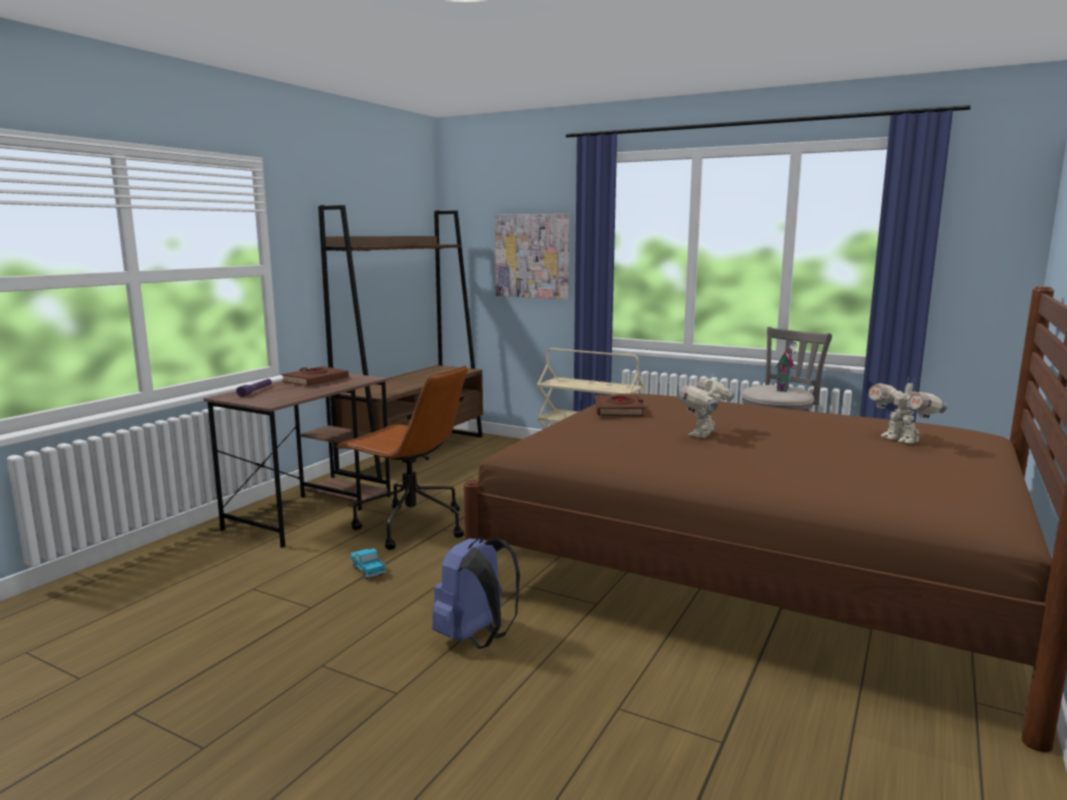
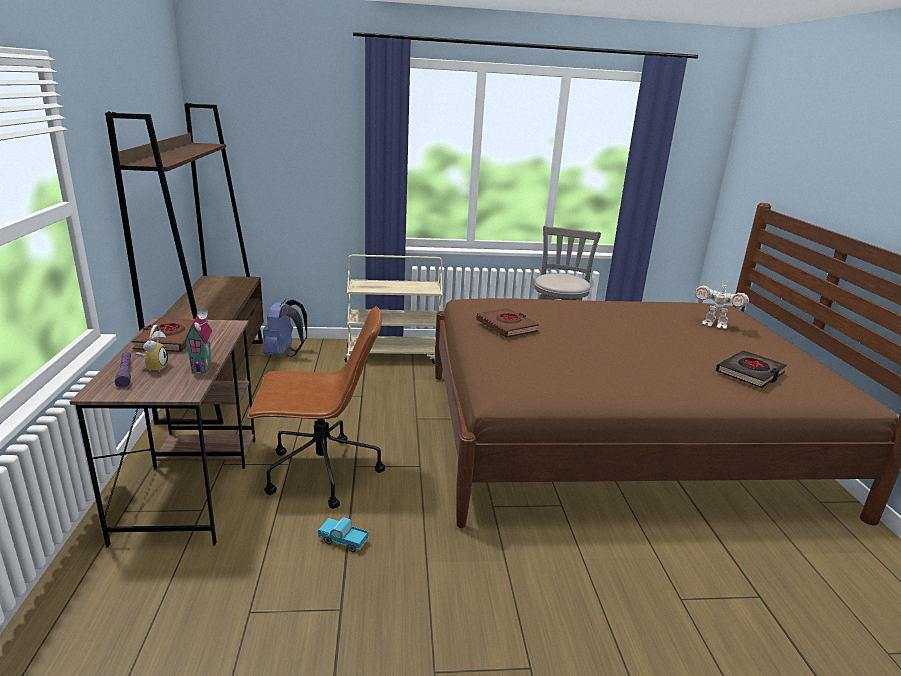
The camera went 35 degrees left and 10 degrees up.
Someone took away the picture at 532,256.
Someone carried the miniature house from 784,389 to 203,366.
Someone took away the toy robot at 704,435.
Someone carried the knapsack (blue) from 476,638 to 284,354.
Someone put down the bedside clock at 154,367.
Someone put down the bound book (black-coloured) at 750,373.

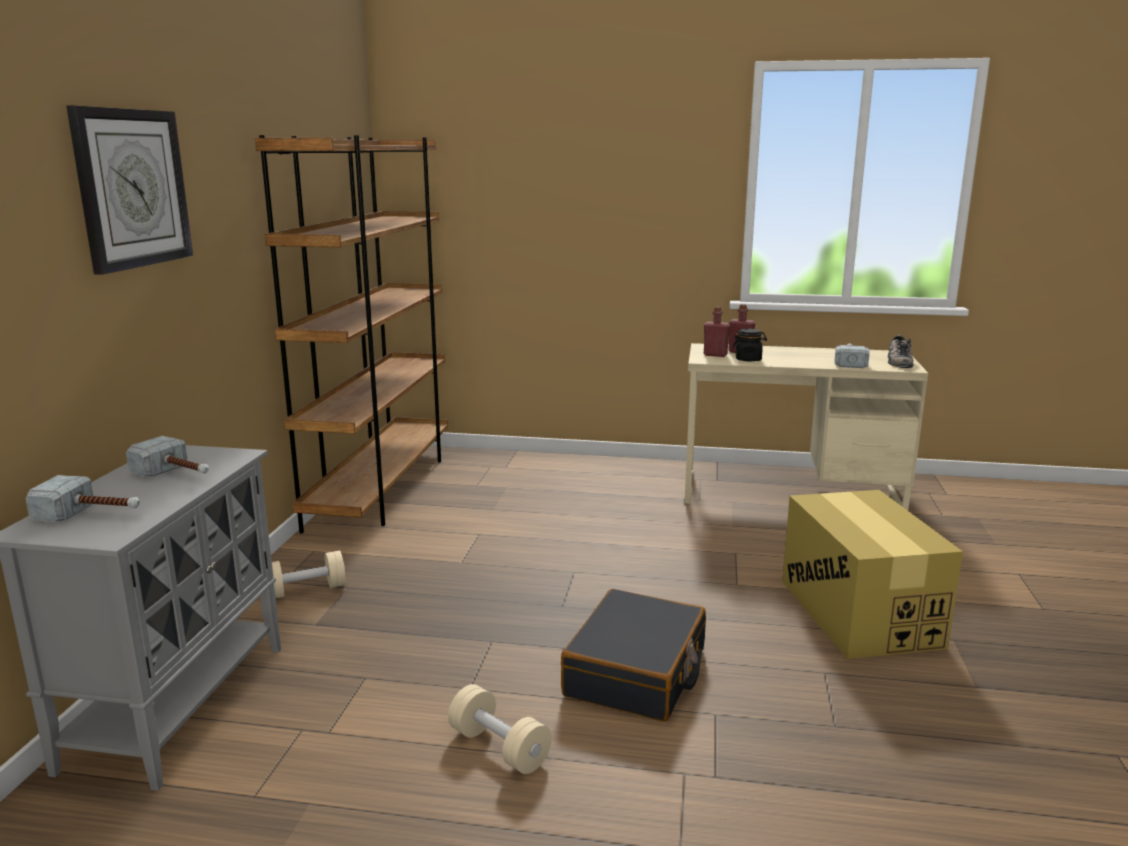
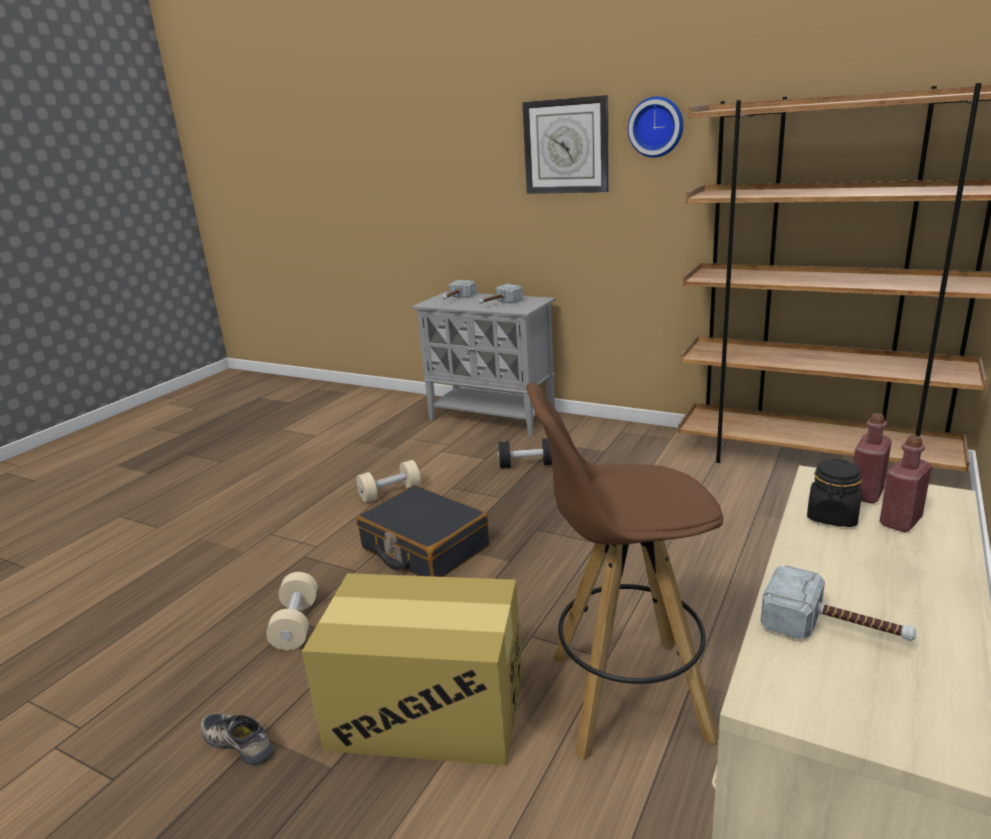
The camera went 110 degrees right and 5 degrees up.
Someone carried the low shoe from 898,361 to 240,741.
Someone carried the free weight (beige-coloured) from 306,590 to 296,624.
Someone put up the hanging clock at 656,127.
Someone put down the stool seat (brown-coloured) at 625,696.
Someone put down the free weight (black-coloured) at 527,465.

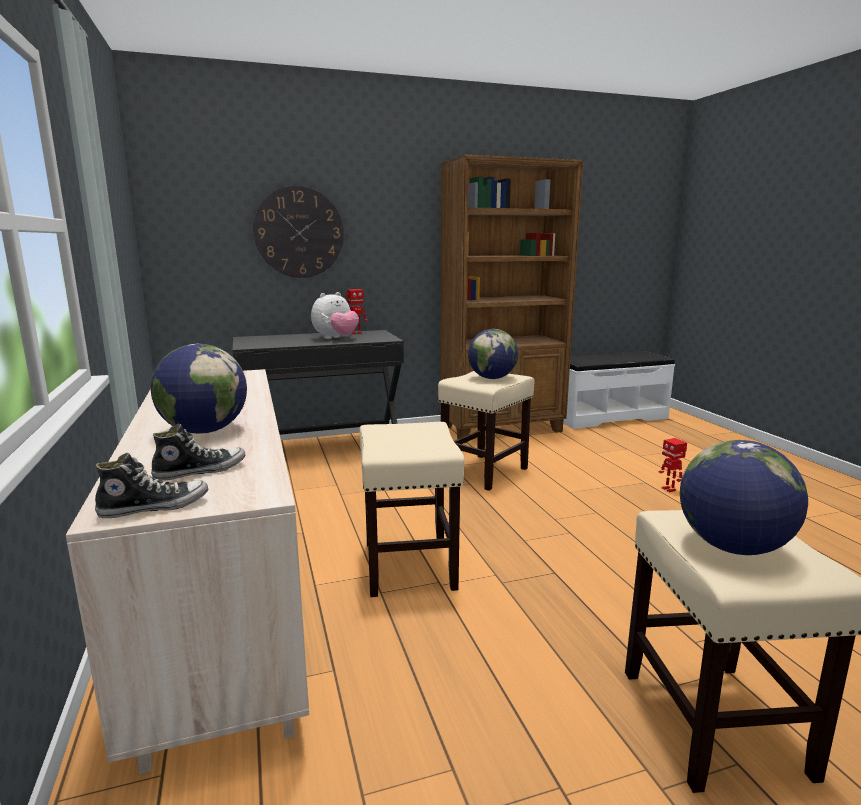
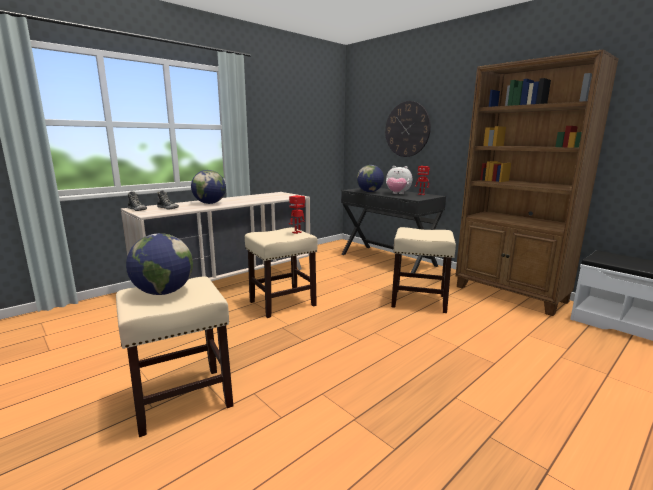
The camera went 65 degrees right and 0 degrees up.
Someone carried the desk globe from 492,378 to 369,192.
Someone carried the toy robot from 669,489 to 297,232.

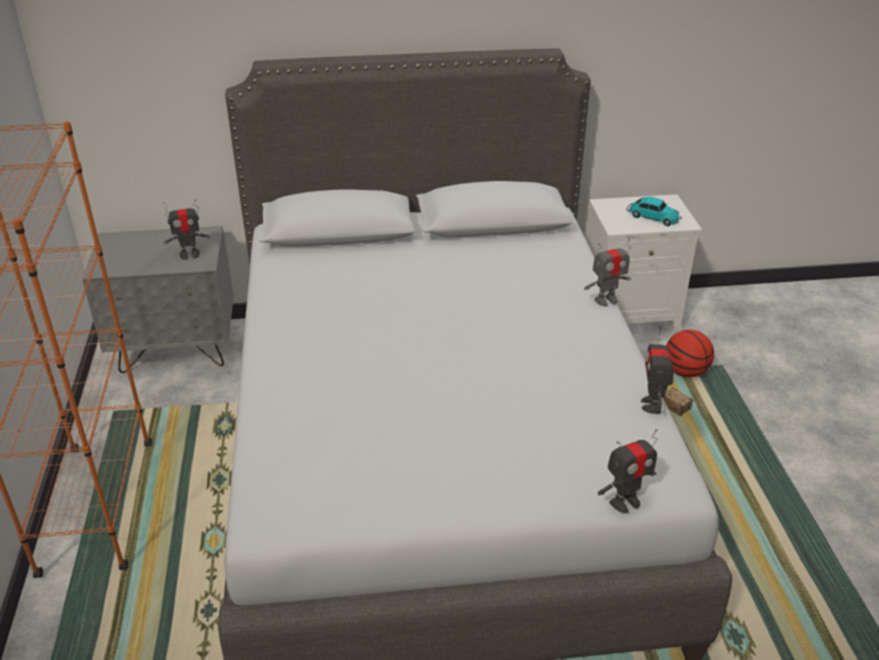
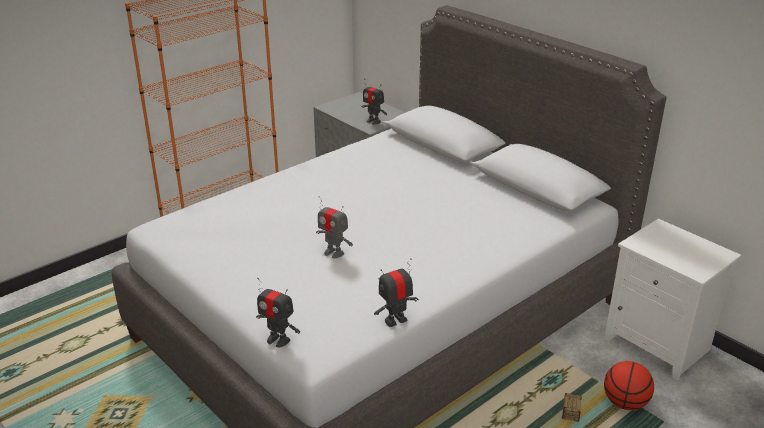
The camera went 55 degrees right and 5 degrees down.
Someone took away the miniature car at 652,217.
Someone carried the toy robot from 606,300 to 334,253.

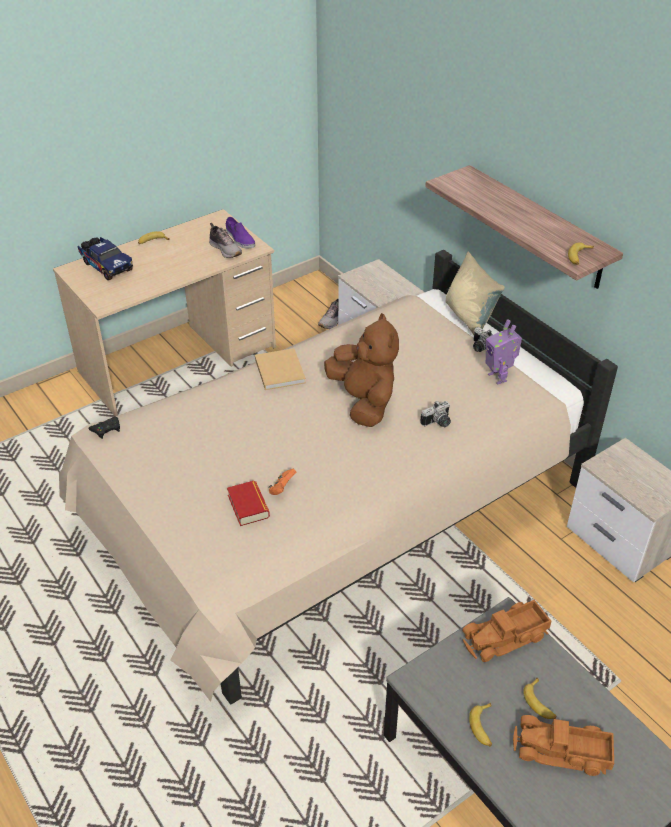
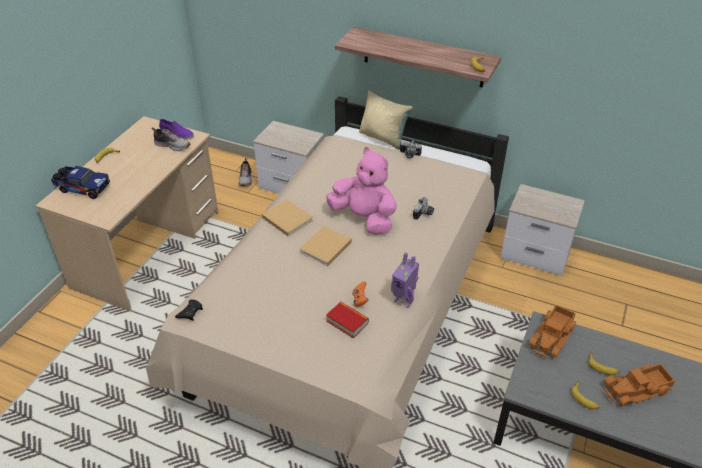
The camera went 30 degrees left and 0 degrees up.
Someone repainted the soft toy (brown-coloured) at 364,402, which became the soft toy (pink) at 364,218.
Someone carried the toy robot from 498,377 to 404,300.
Someone put down the bound book (beige-coloured) at 324,248.

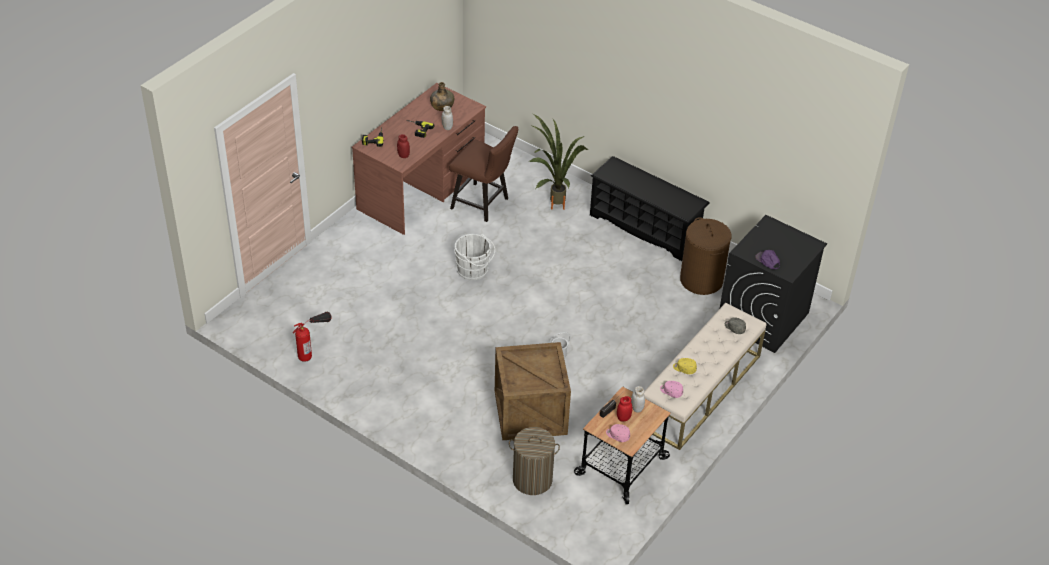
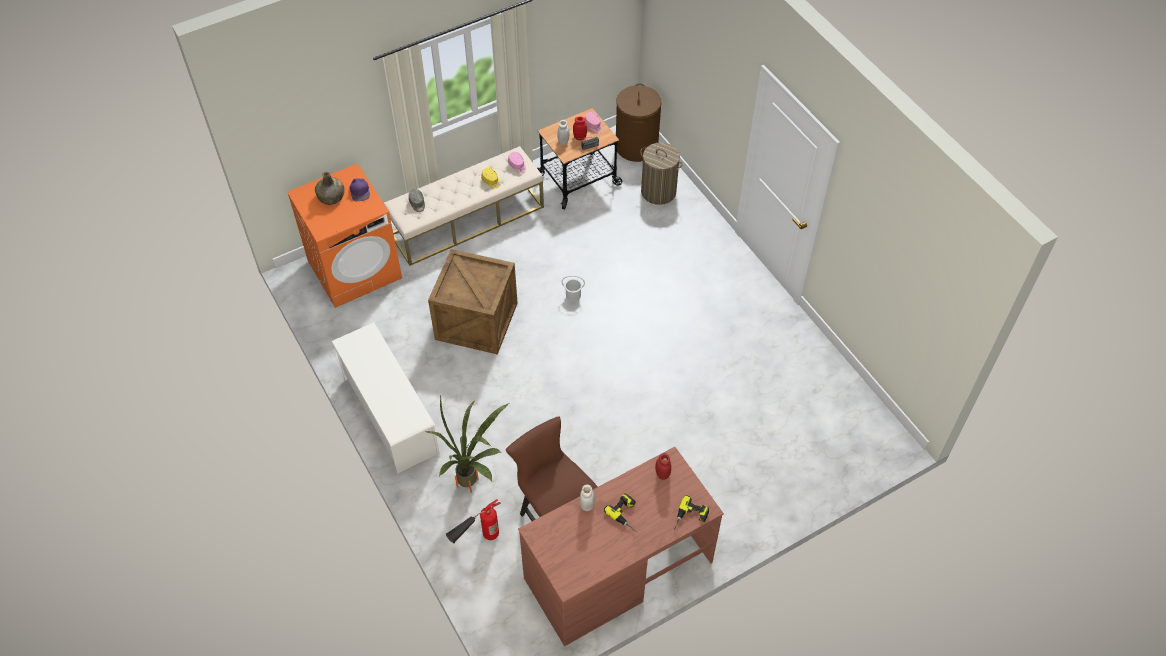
The camera went 155 degrees left and 10 degrees up.
Someone carried the bottle (green) from 442,106 to 331,197.
Someone repainted the shoe rack (black-coloured) at 645,228, which became the shoe rack (white-coloured) at 390,415.
Someone repainted the washing machine (black-coloured) at 763,318, which became the washing machine (orange) at 355,269.
Someone carried the laundry basket (brown-coloured) from 701,280 to 636,146.
Someone took away the bucket (white-coloured) at 474,271.
Someone carried the fire extinguisher from 313,349 to 477,540.
Someone carried the packing crate from 531,413 to 476,320.

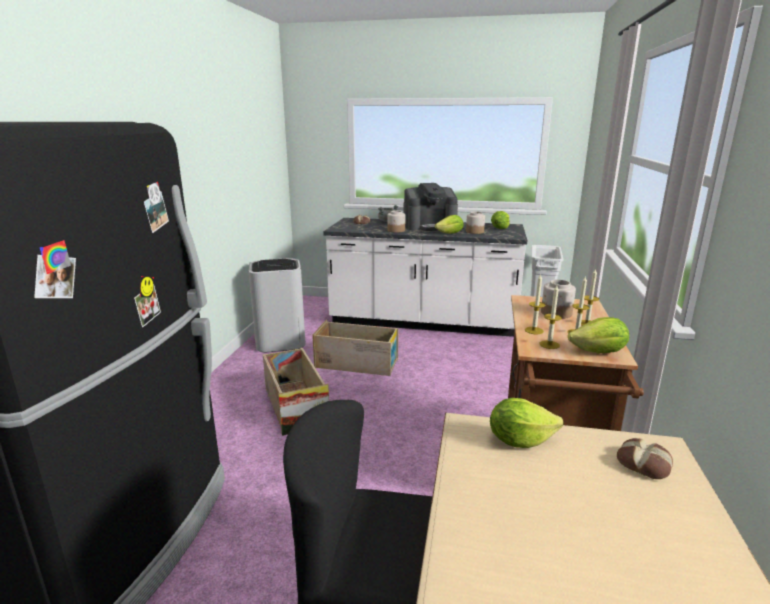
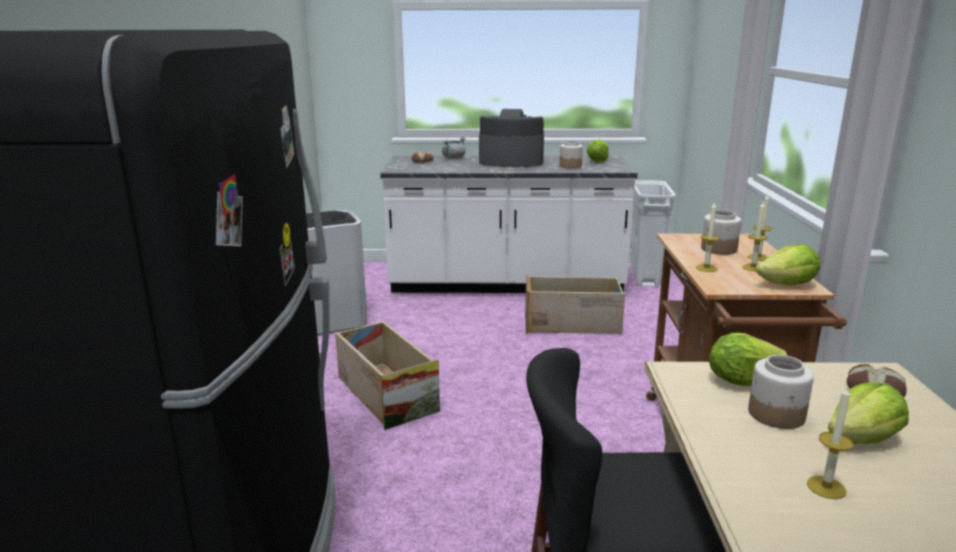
The camera went 10 degrees left and 0 degrees up.
Someone rotated the coffee maker at 429,226 by 150 degrees counterclockwise.
Someone carried the jar from 396,230 to 777,415.
Someone carried the head of lettuce from 450,234 to 863,440.
Someone carried the candle from 549,344 to 826,487.
Someone carried the packing crate from 357,364 to 572,324.

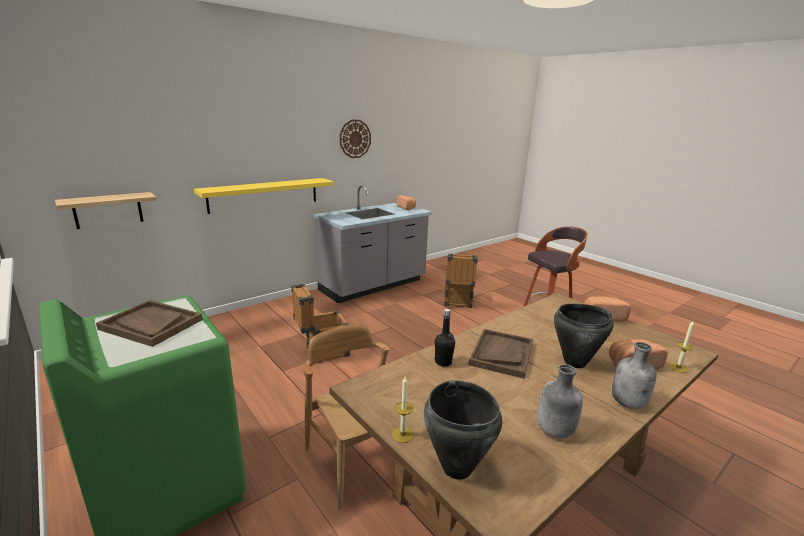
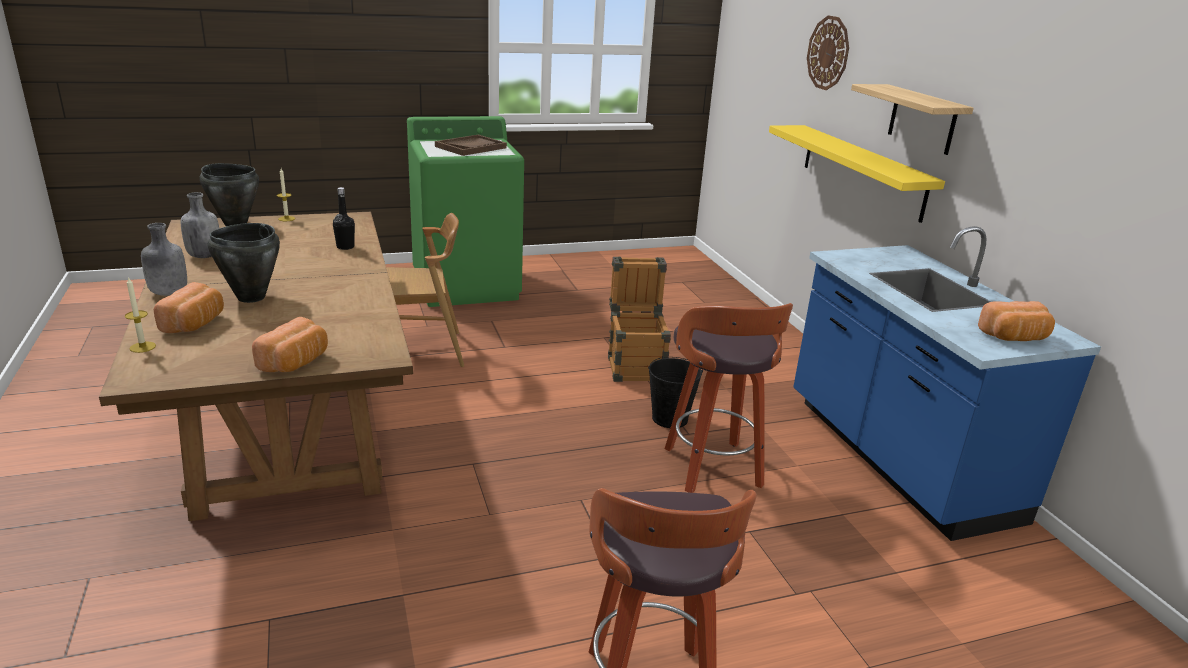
The camera went 110 degrees right and 5 degrees up.
Someone carried the hanging clock from 355,139 to 828,53.
Someone repainted the kitchen base unit (greyish) at 373,286, which became the kitchen base unit (blue) at 896,459.
Someone carried the wall shelf from 108,210 to 922,119.
Someone took away the packing crate at 457,303.
Someone took away the tray (brown-coloured) at 501,354.
Someone put down the stool seat at 714,469.
Someone put down the bucket (black-coloured) at 670,418.

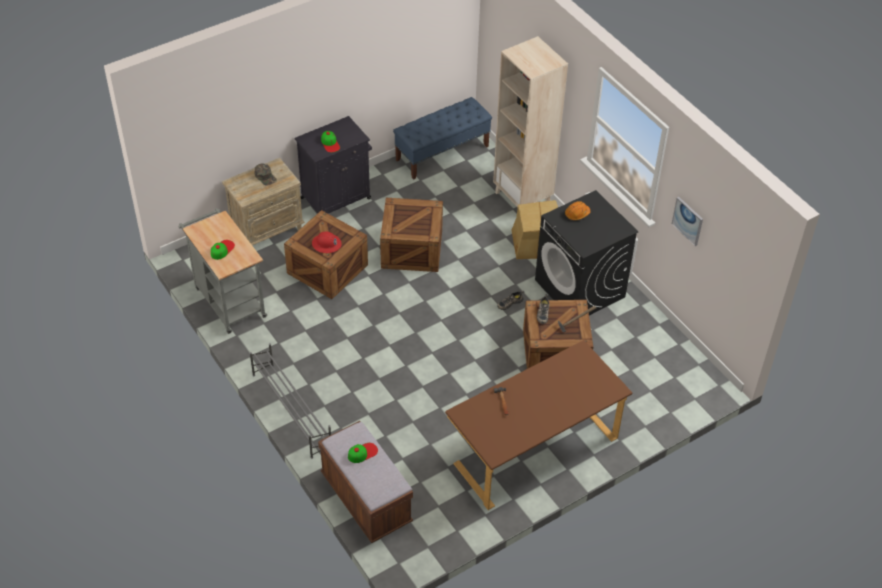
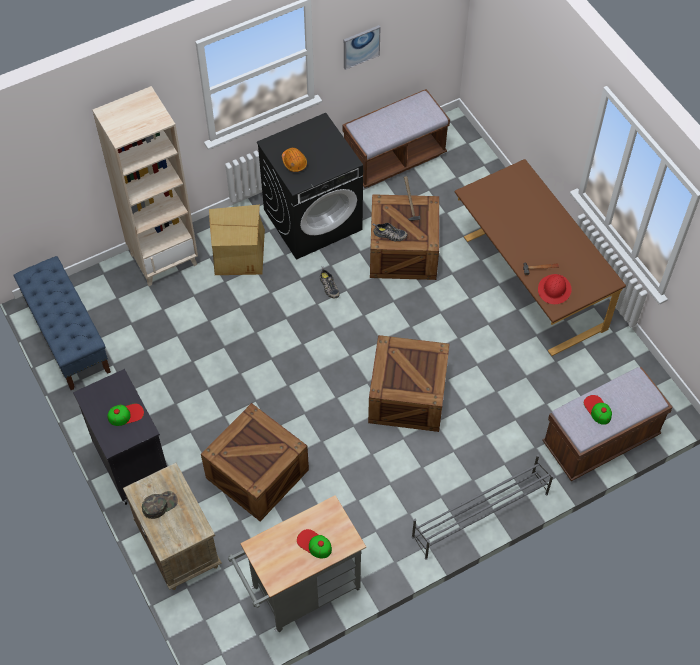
The camera went 85 degrees left and 10 degrees up.
Someone carried the packing crate from 410,250 to 408,397.
Someone carried the safety helmet (reddish) from 326,244 to 554,290.
Someone put down the long seat (brown-coloured) at 394,158.

